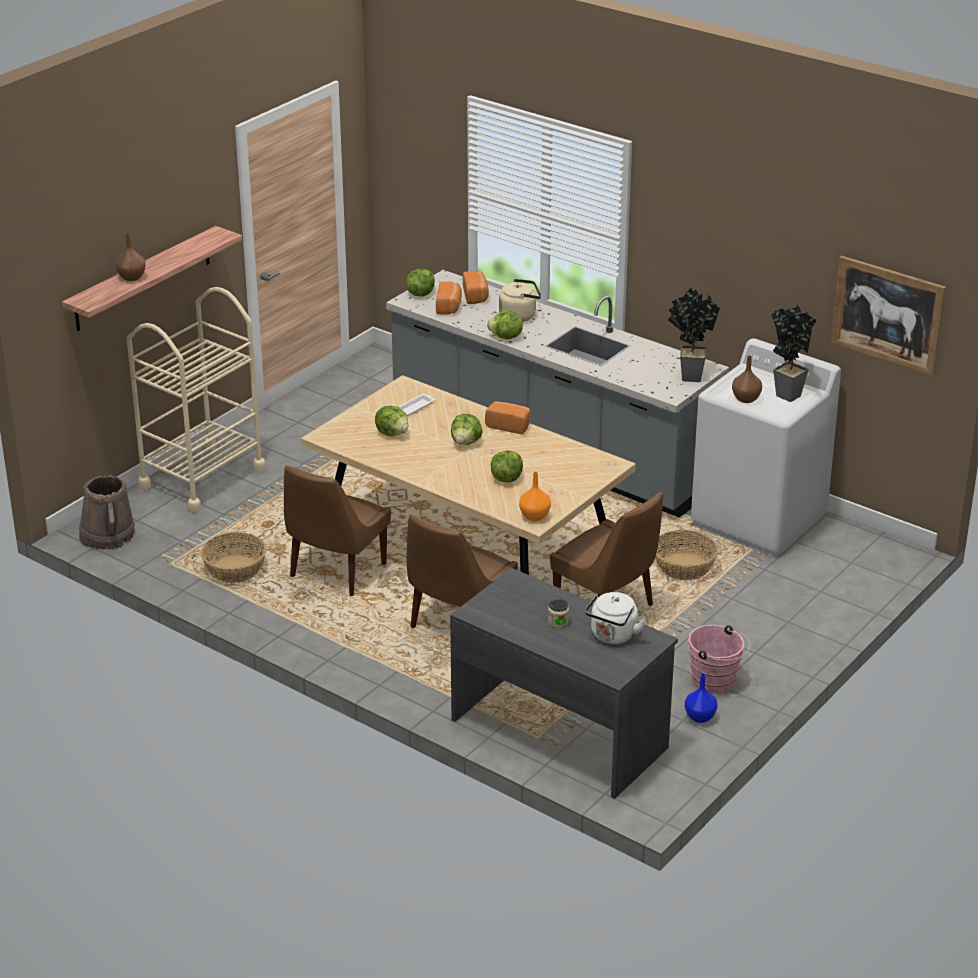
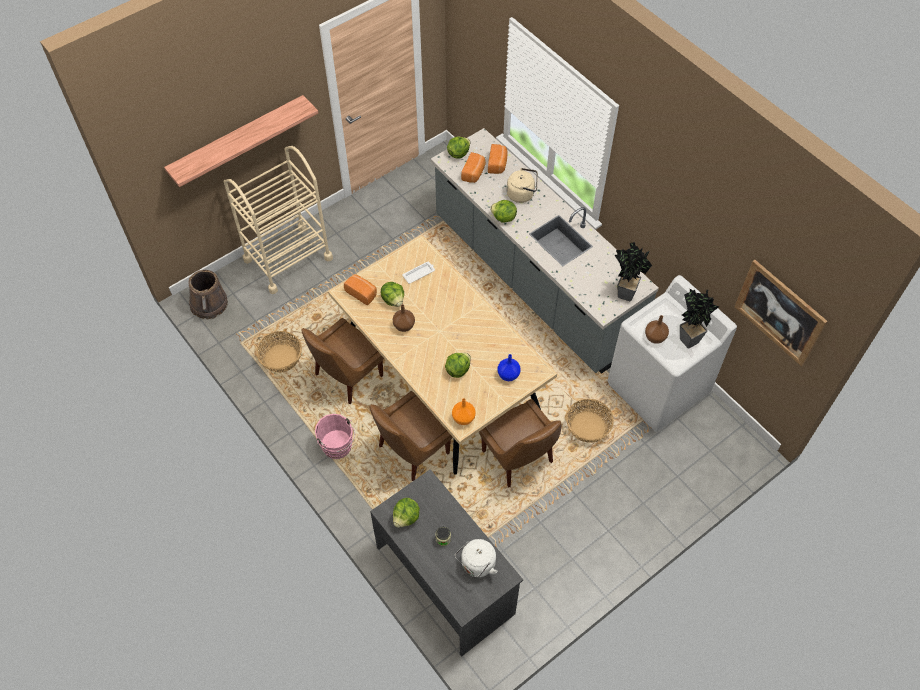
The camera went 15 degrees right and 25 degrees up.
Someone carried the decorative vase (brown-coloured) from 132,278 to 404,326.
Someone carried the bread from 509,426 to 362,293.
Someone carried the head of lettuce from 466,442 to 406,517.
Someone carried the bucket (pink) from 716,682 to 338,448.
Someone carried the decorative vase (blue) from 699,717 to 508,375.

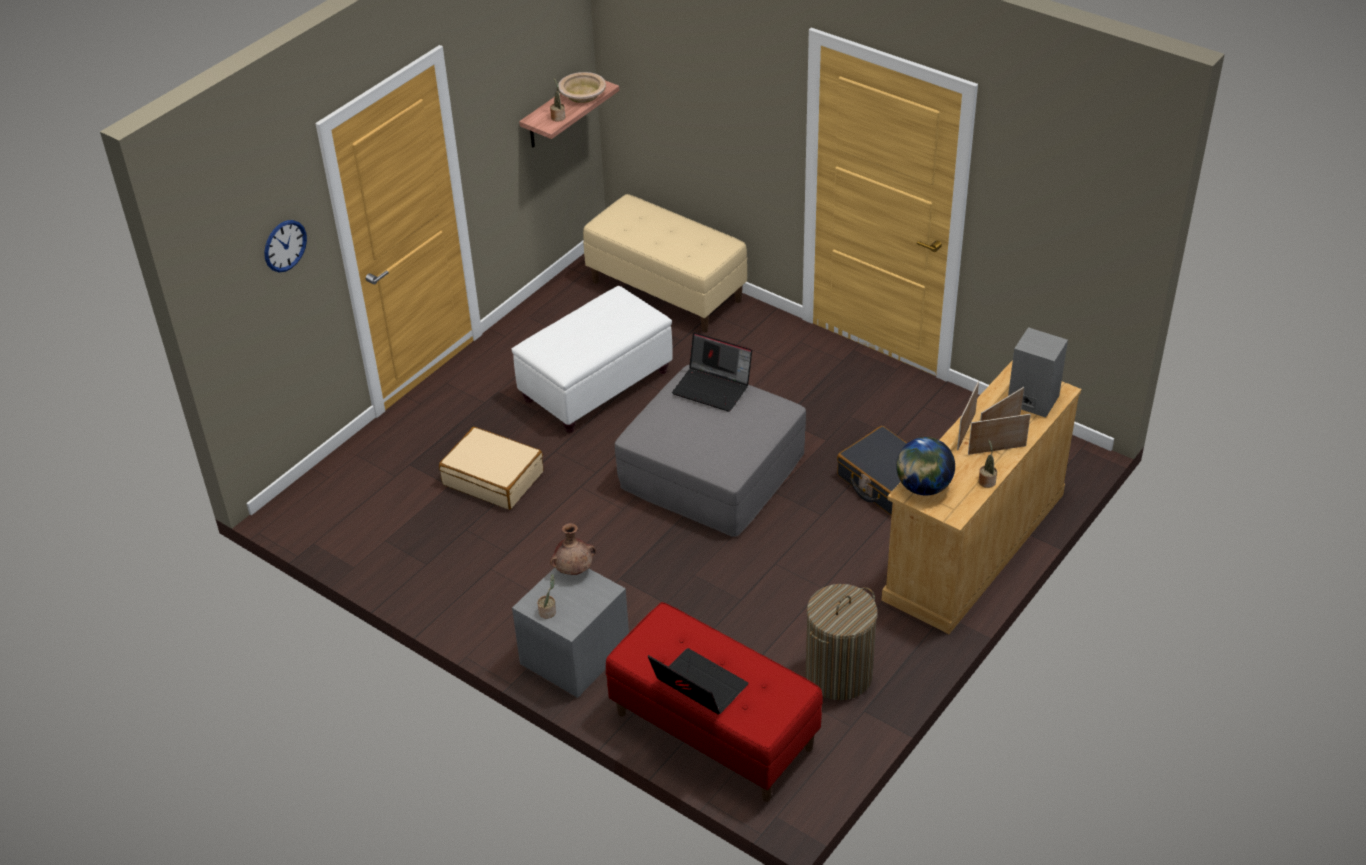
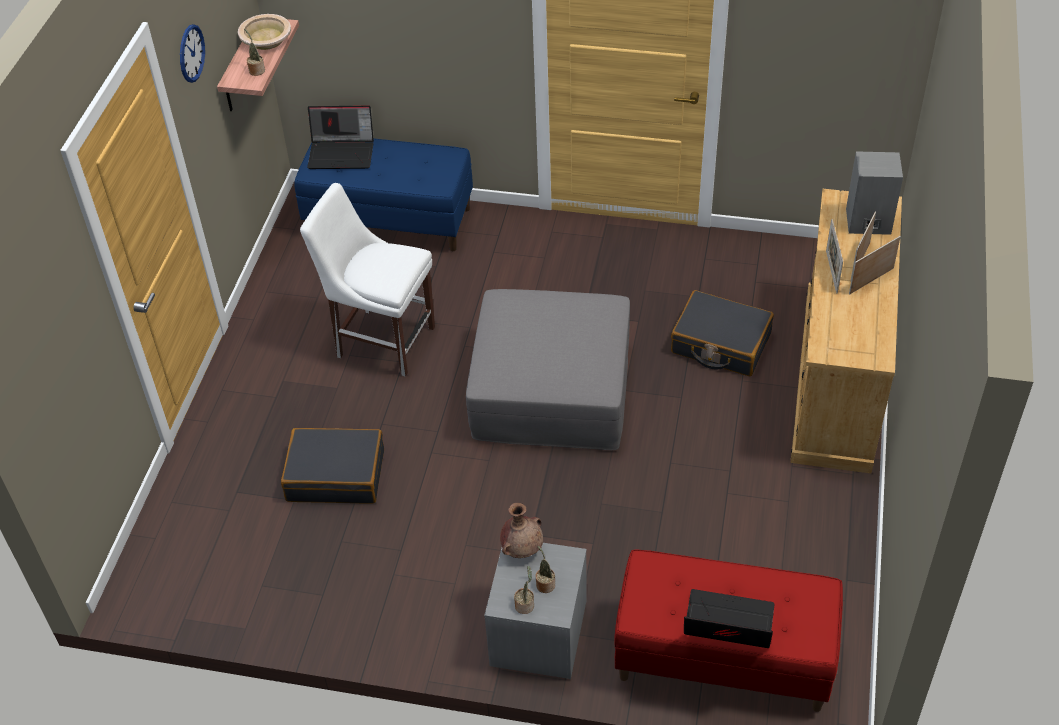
The camera went 25 degrees left and 5 degrees up.
Someone repainted the long seat (beige-coloured) at 667,291, which became the long seat (blue) at 390,220.
Someone carried the hanging clock from 285,245 to 191,53.
Someone swapped the ottoman (white-coloured) at 597,385 for the chair (white-coloured) at 381,340.
Someone carried the portable computer from 713,388 to 342,153.
Someone repainted the piece of luggage (beige-coloured) at 493,478, which became the piece of luggage (black-coloured) at 336,475.
Someone took away the desk globe at 923,487.
Someone carried the houseplant from 986,481 to 545,584.
Someone took away the laundry basket at 838,675.

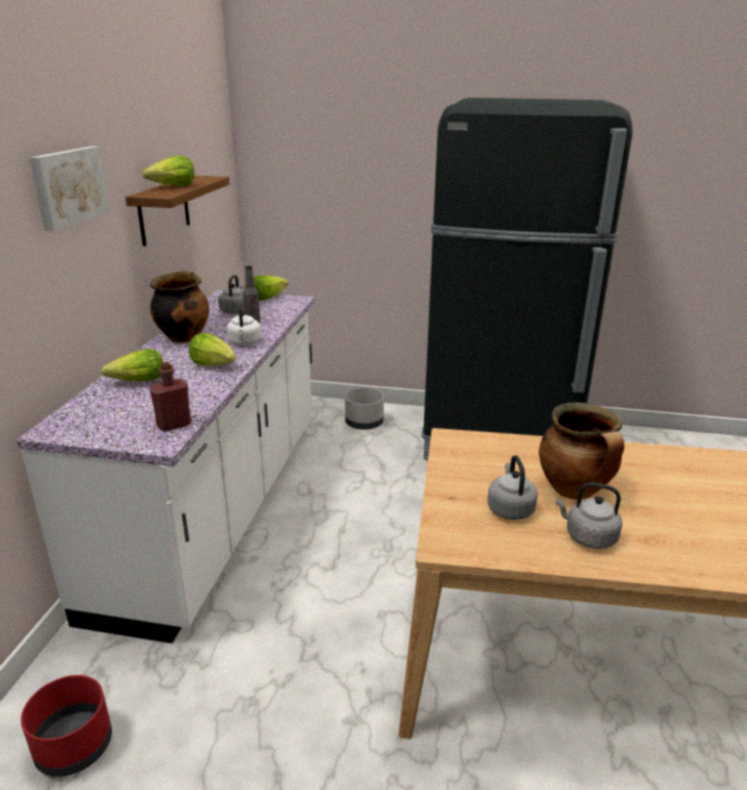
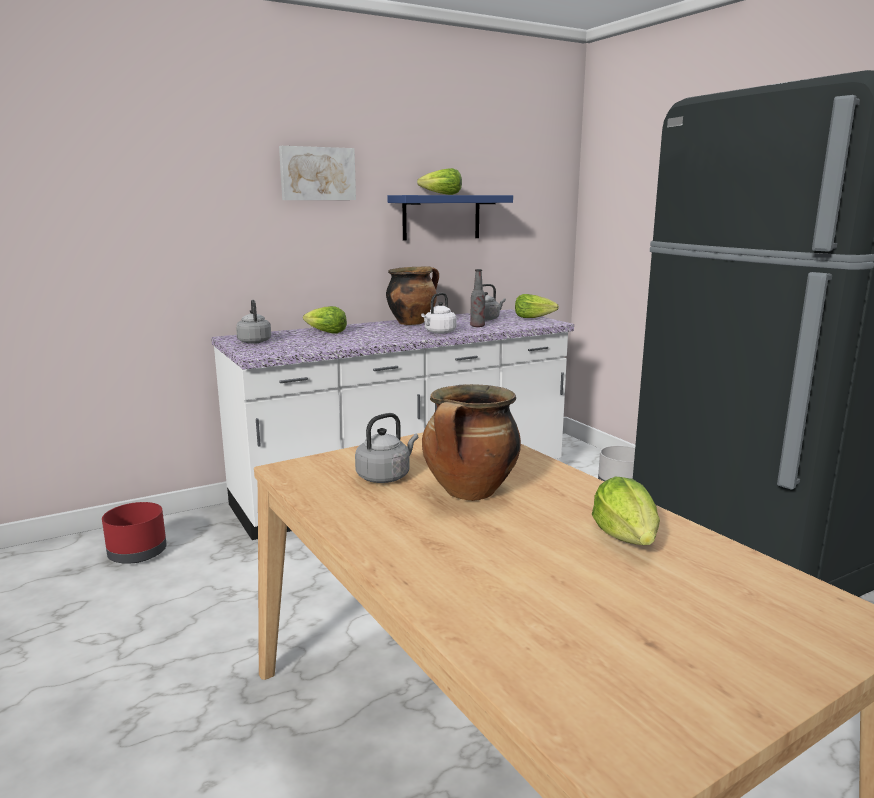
The camera went 50 degrees right and 10 degrees down.
Someone repainted the wall shelf (brown-coloured) at 164,210, which became the wall shelf (blue) at 441,217.
Someone carried the head of lettuce from 214,364 to 627,538.
Someone took away the bottle (reddish) at 174,425.
Someone carried the tea kettle (greyish) from 587,537 to 254,341.

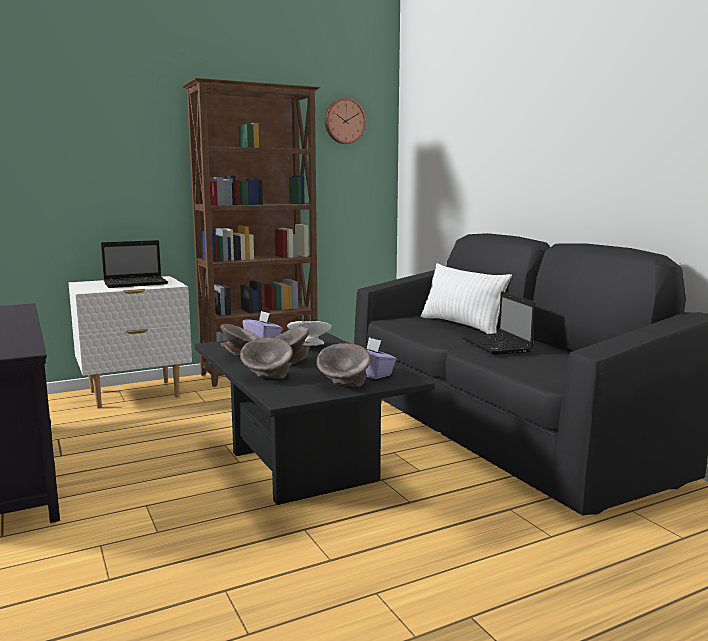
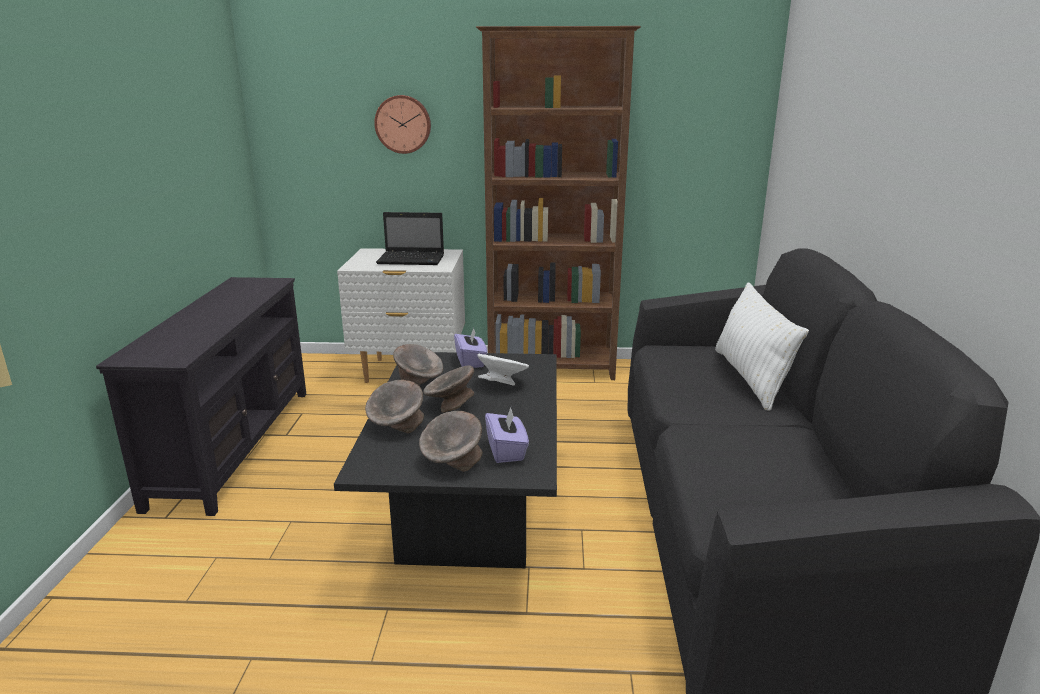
The camera went 30 degrees right and 10 degrees up.
Someone carried the hanging clock from 344,121 to 403,124.
Someone took away the portable computer at 497,345.

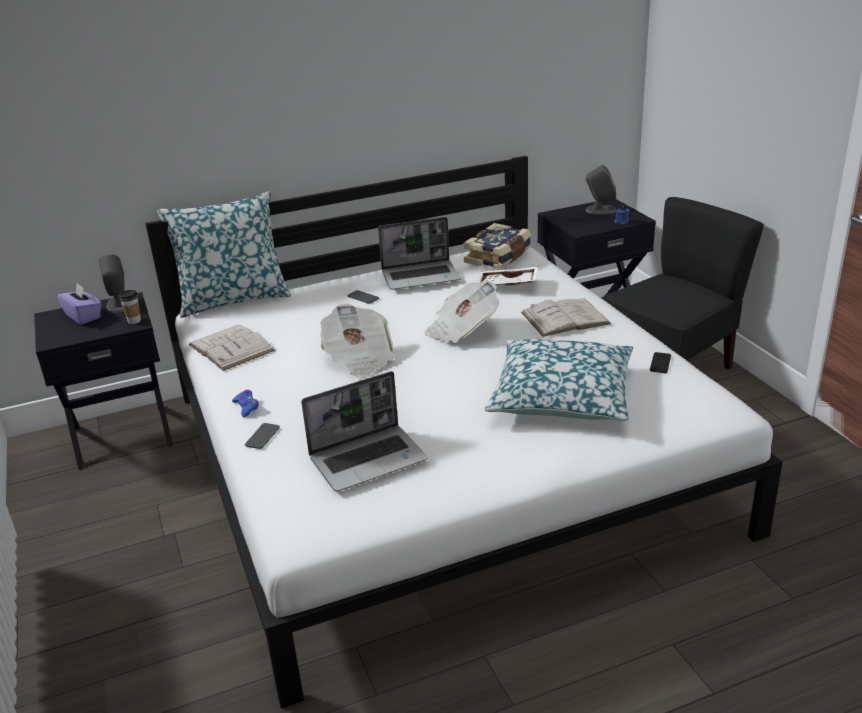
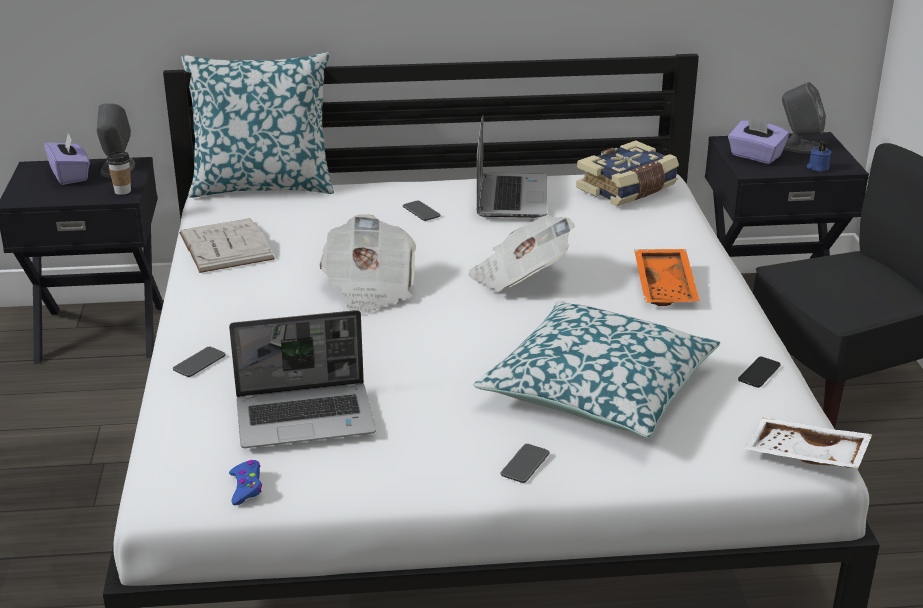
The camera went 15 degrees right and 0 degrees up.
Someone rotated the portable computer at 421,276 by 90 degrees counterclockwise.
Someone carried the tray (white-coloured) from 507,285 to 805,457.
Someone swapped the bound book (white-coloured) at 565,318 for the tray (orange) at 667,287.
Someone carried the game controller (blue) from 246,407 to 246,487.
Someone put down the box of tissues (purple-coloured) at 755,156.
Someone put down the handset at 525,464.

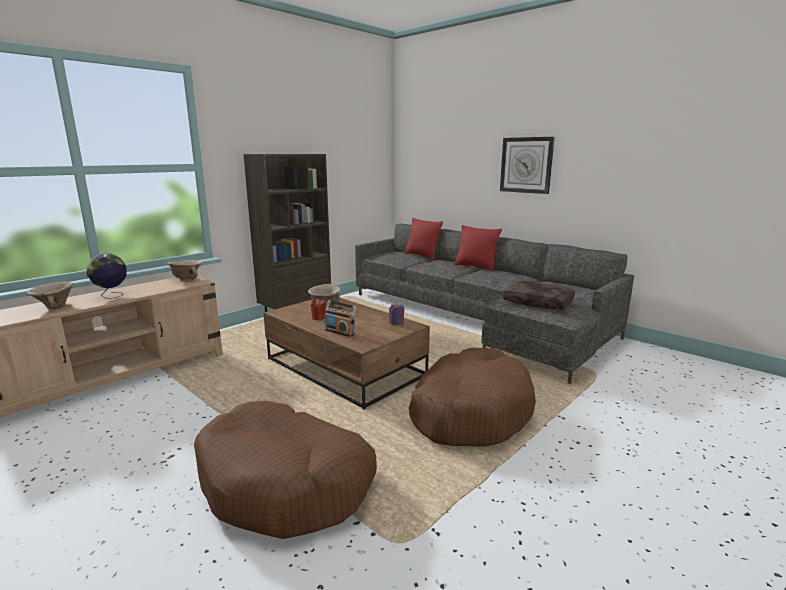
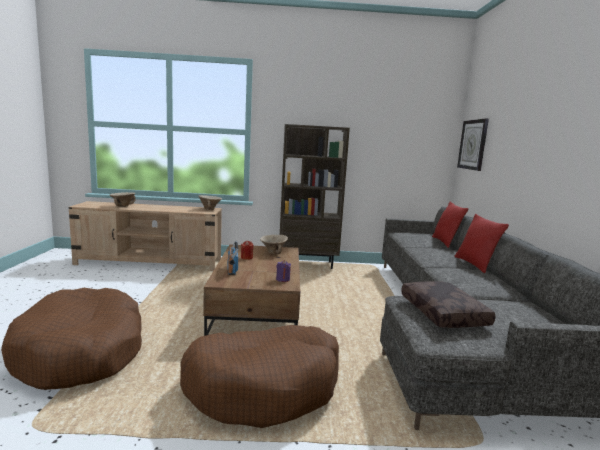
The camera went 45 degrees right and 5 degrees down.
Someone carried the hanging clock from 526,165 to 473,144.
Someone took away the desk globe at 111,296.

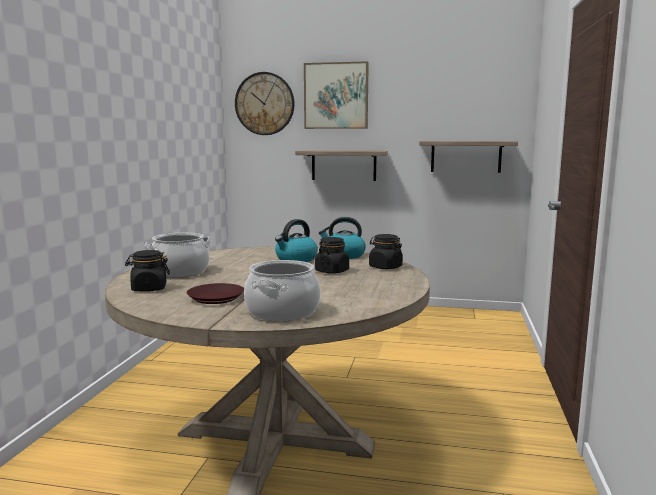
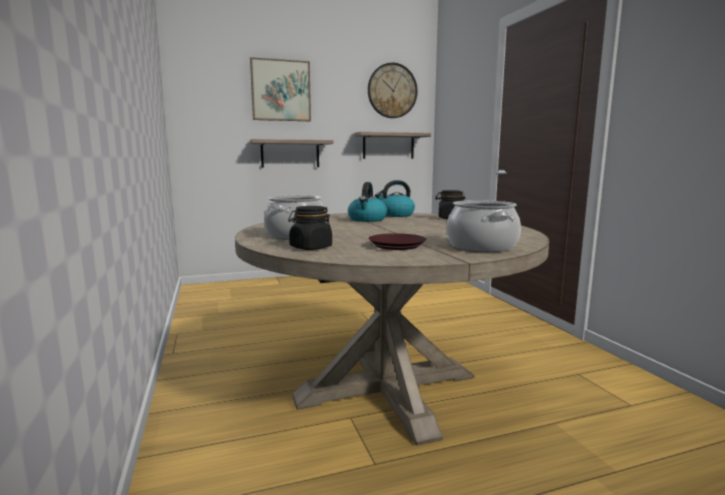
The camera went 30 degrees left and 0 degrees up.
Someone carried the hanging clock from 264,104 to 392,91.
Someone took away the jar (black-coloured) at 332,271.

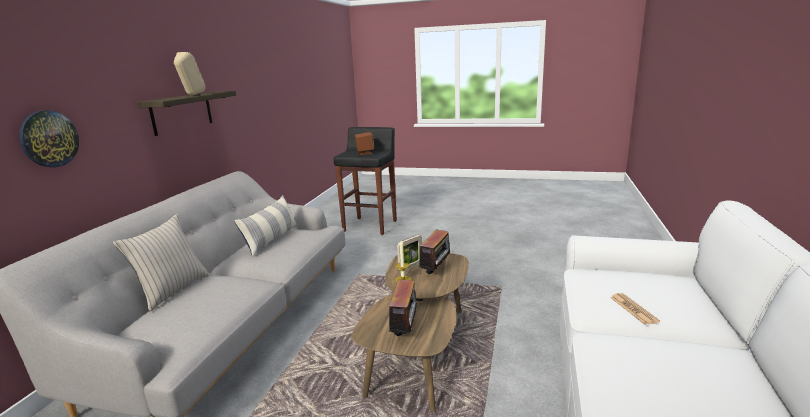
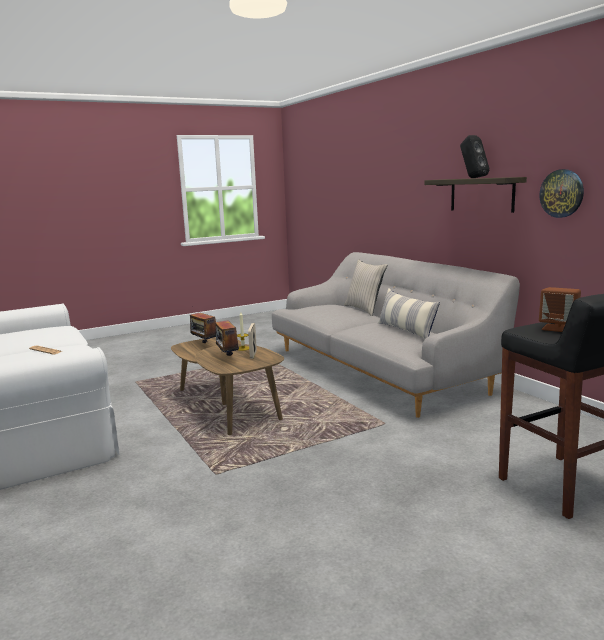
The camera went 135 degrees right and 5 degrees down.
Someone repainted the audio speaker (beige-coloured) at 191,95, which became the audio speaker (black-coloured) at 472,178.
Someone carried the hanging clock from 49,139 to 562,193.

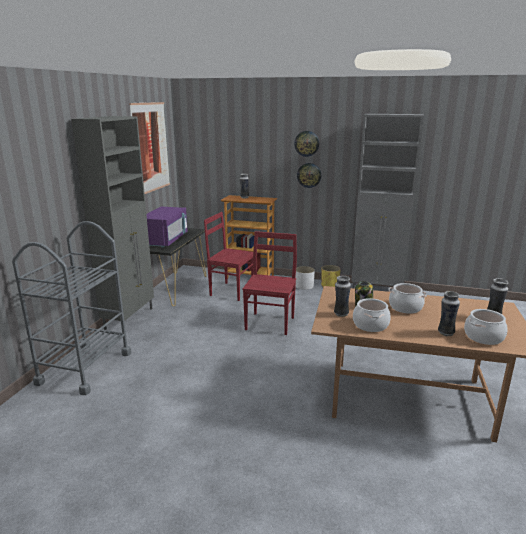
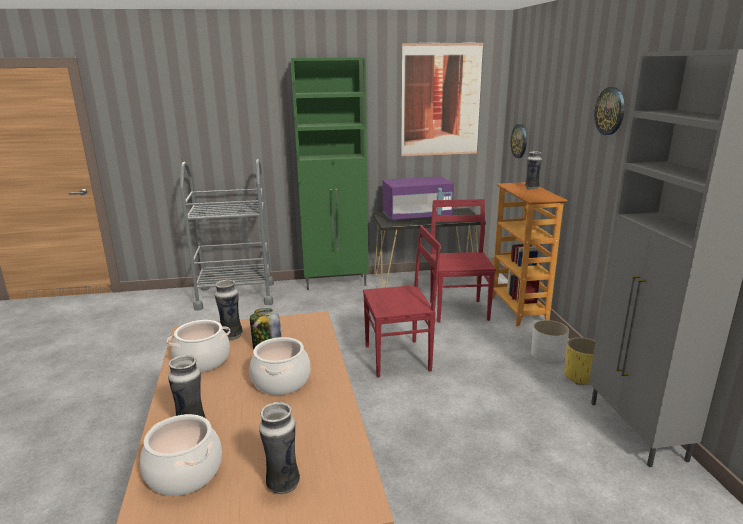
The camera went 65 degrees right and 0 degrees up.
Someone repainted the cabinet (greyish) at 130,318, which became the cabinet (green) at 336,283.
Someone carried the hanging clock from 309,175 to 519,141.

